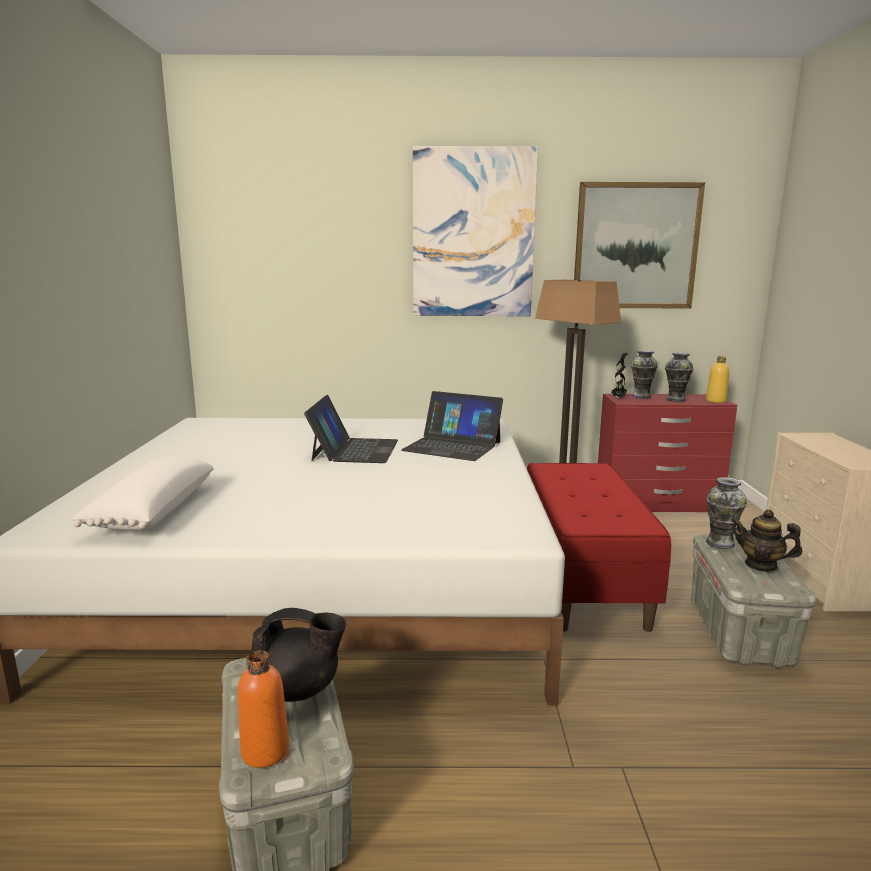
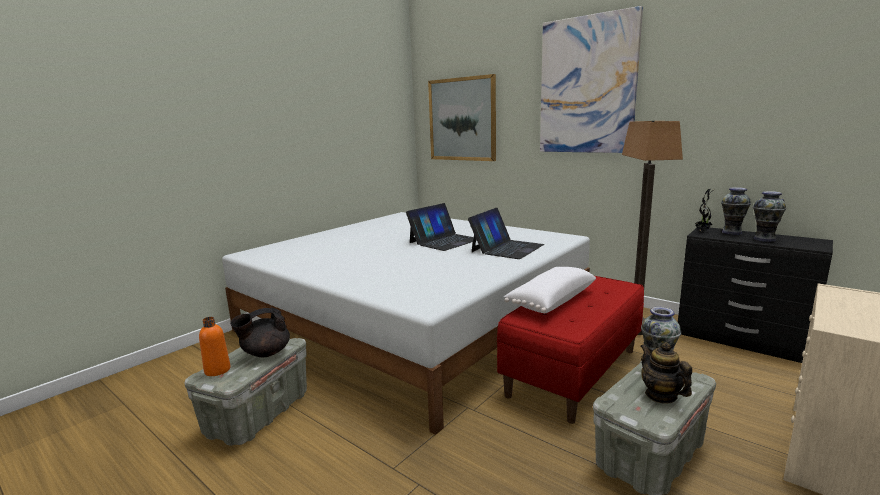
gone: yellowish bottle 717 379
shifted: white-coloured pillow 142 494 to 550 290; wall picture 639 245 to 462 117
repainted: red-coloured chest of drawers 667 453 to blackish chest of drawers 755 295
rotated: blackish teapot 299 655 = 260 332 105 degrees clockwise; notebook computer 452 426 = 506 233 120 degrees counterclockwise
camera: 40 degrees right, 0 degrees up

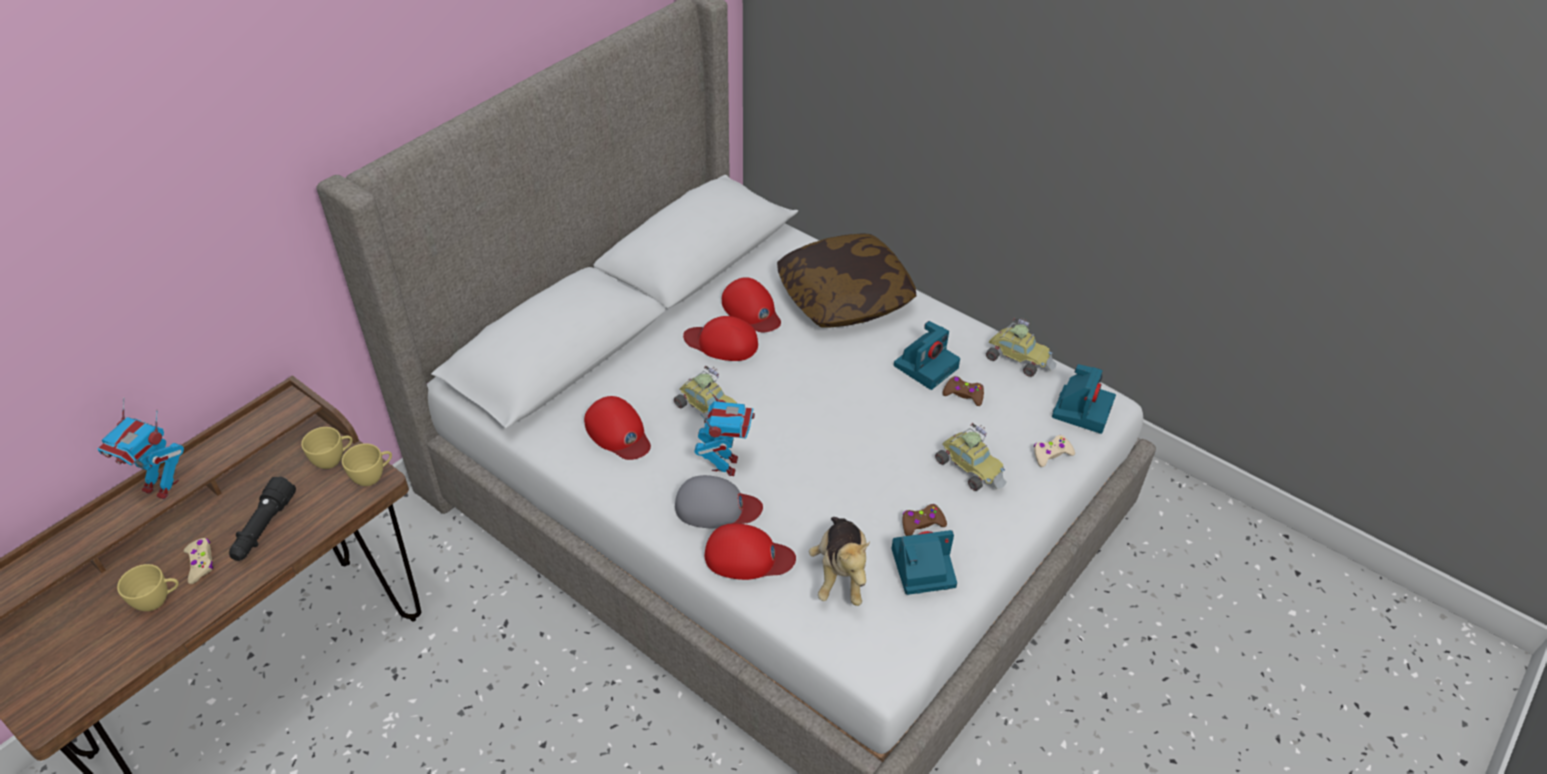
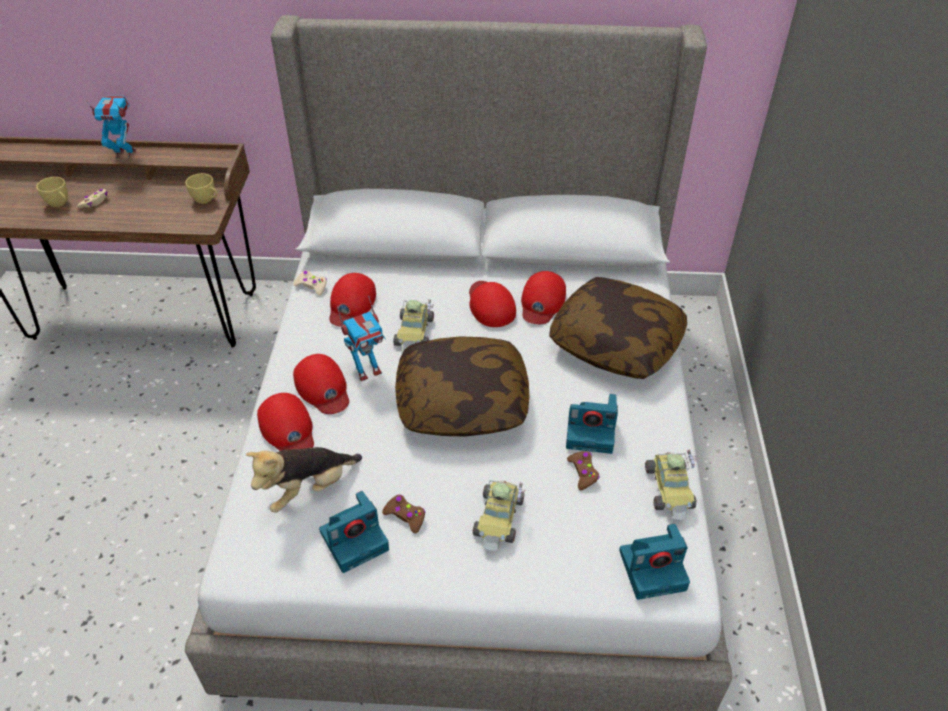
gone: blackish flashlight 262 518; yellowish drinking cup 367 464
new: pillow 462 386
shifted: beige gamepad 1054 451 to 310 283
repainted: gray peaked cap 719 502 to red-coloured peaked cap 321 384
rotated: model robot 140 448 = 111 127 105 degrees clockwise; still camera 924 562 = 354 532 105 degrees clockwise
camera: 55 degrees right, 0 degrees up

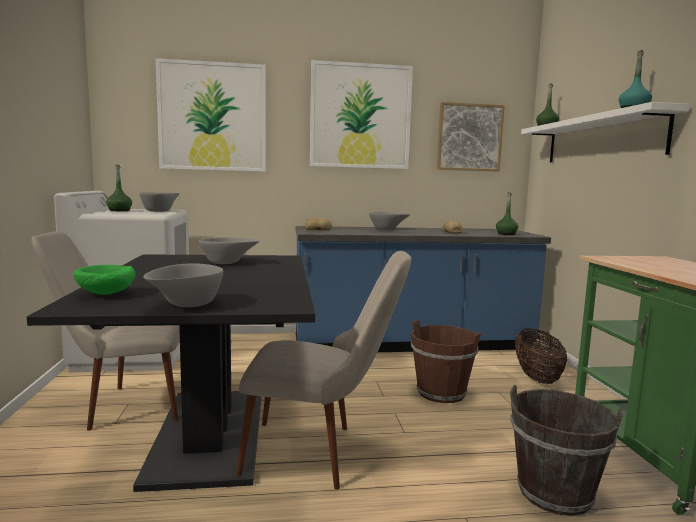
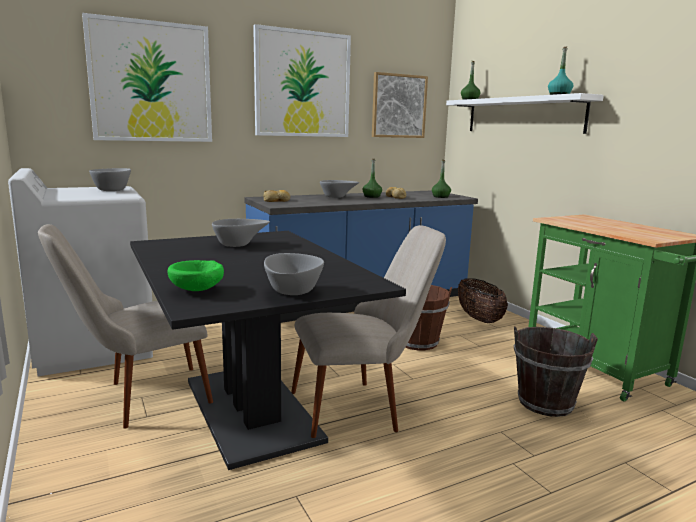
shifted: green bottle 119 188 to 372 178
camera: 20 degrees left, 5 degrees up

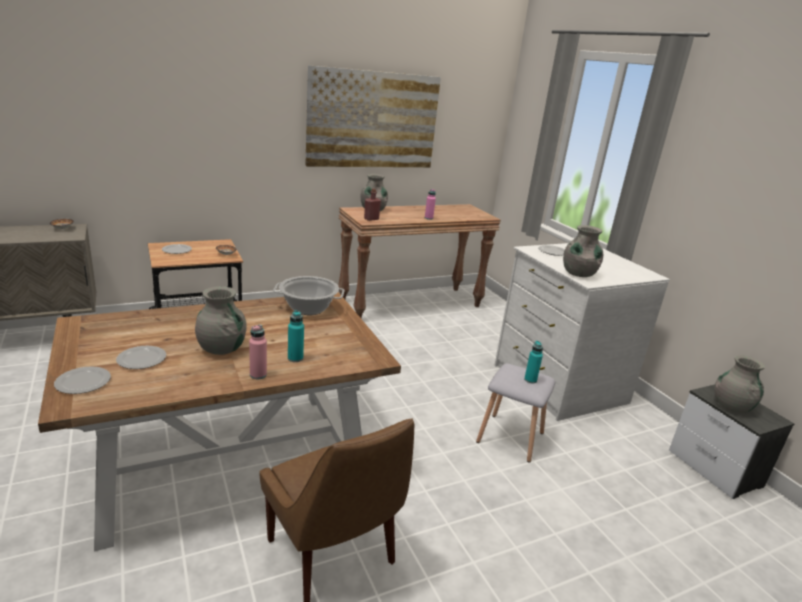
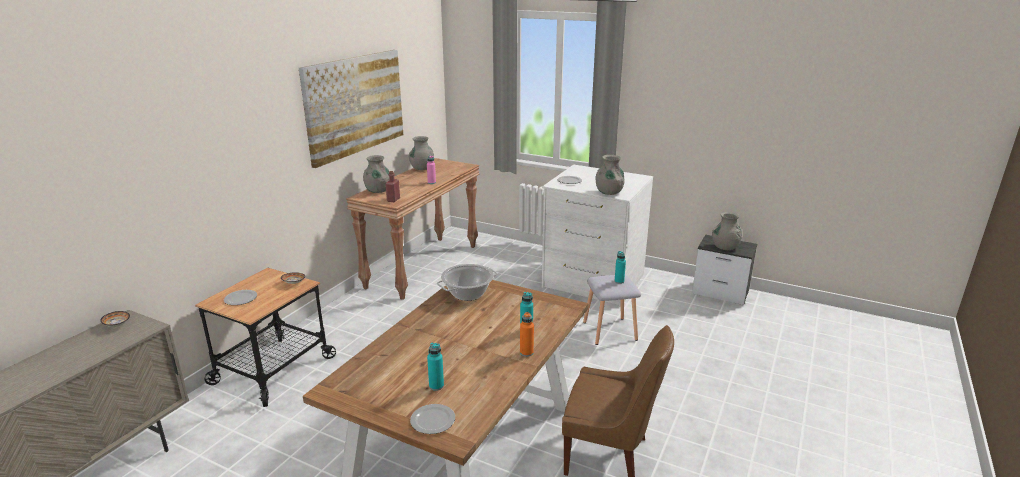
shifted: gray decorative vase 220 320 to 421 153
swapped: plate 141 357 to turquoise-coloured bottle 435 367
repainted: pinkish bottle 258 351 to orange-coloured bottle 527 334
camera: 35 degrees left, 0 degrees up

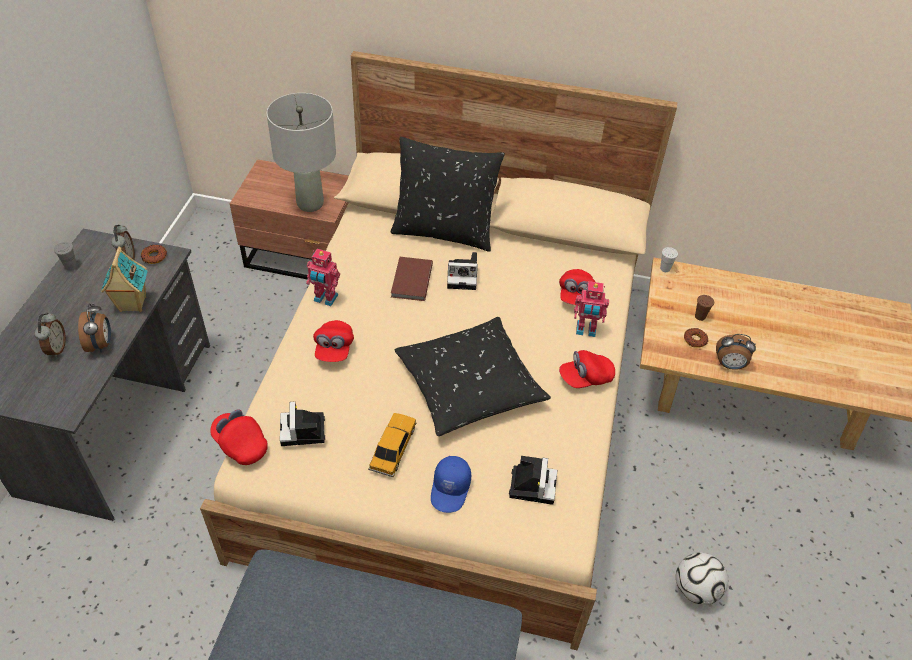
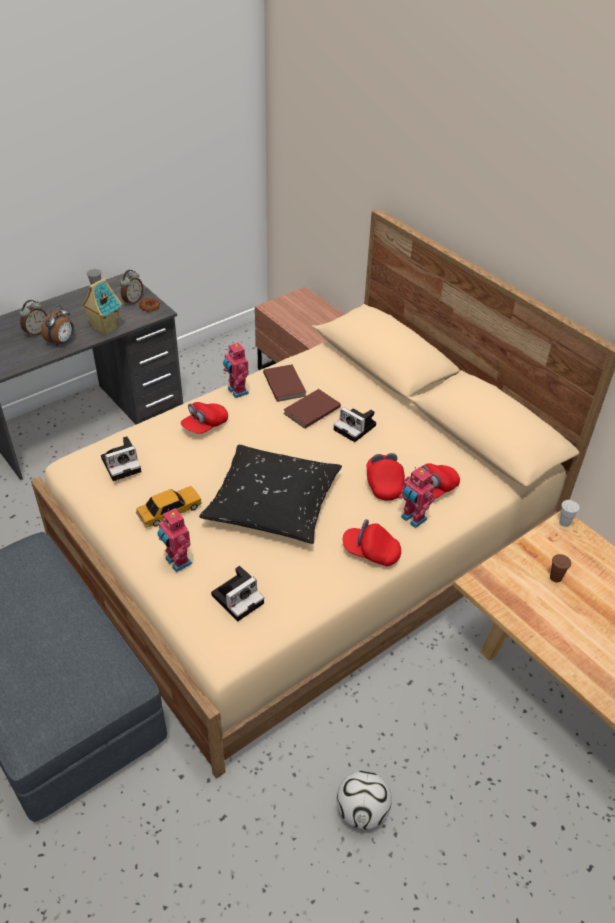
gone: gray tabletop lamp 301 152; blackish pillow 448 194; doughnut 696 338; alarm clock 736 352
new: brownish volume 284 383
shifted: red-coloured peaked cap 239 437 to 385 476
swapped: bluish peaked cap 451 484 to model robot 174 540
rotated: still camera 302 423 = 121 458 150 degrees counterclockwise
camera: 40 degrees right, 5 degrees down

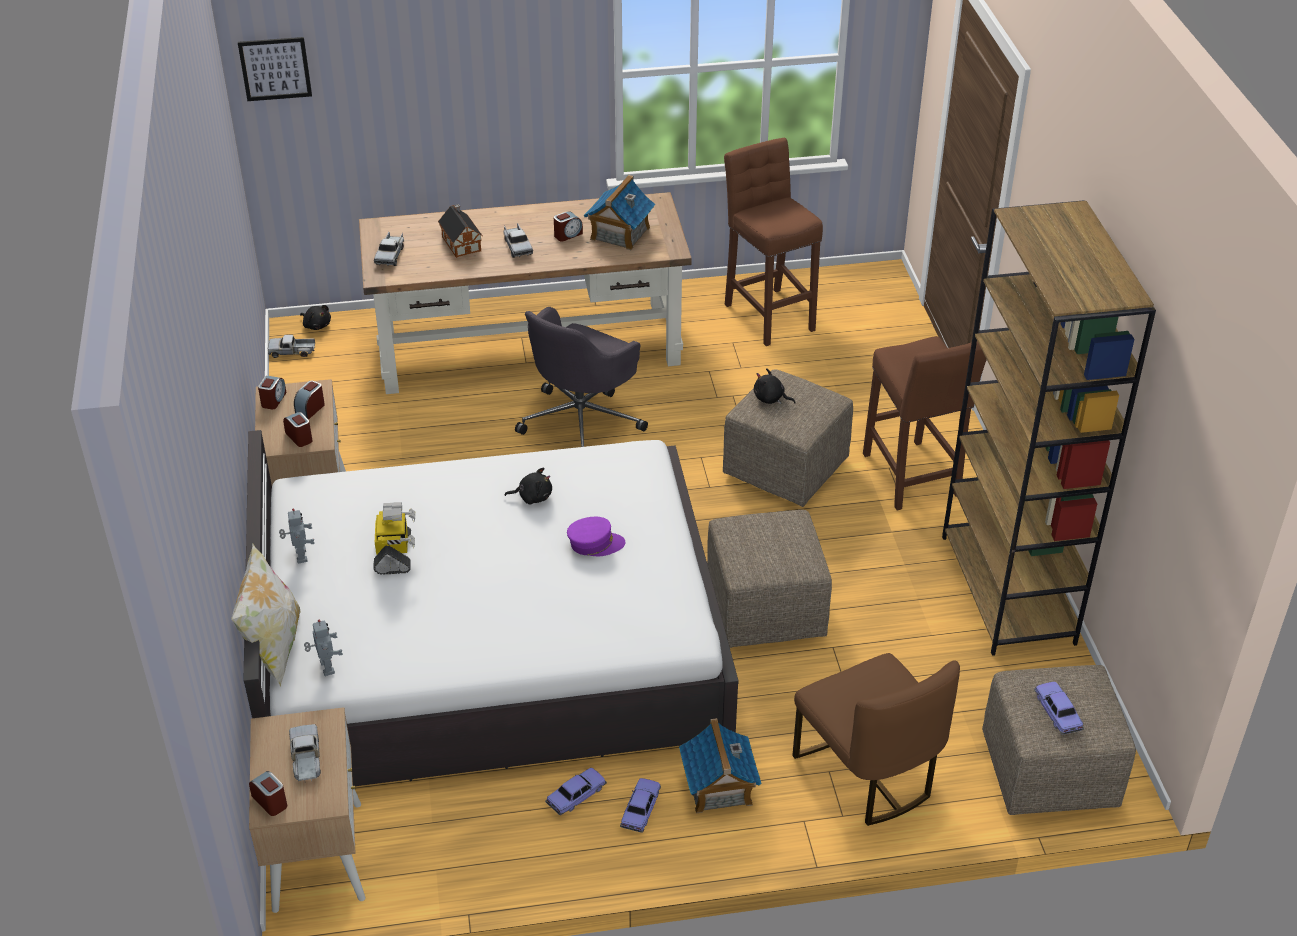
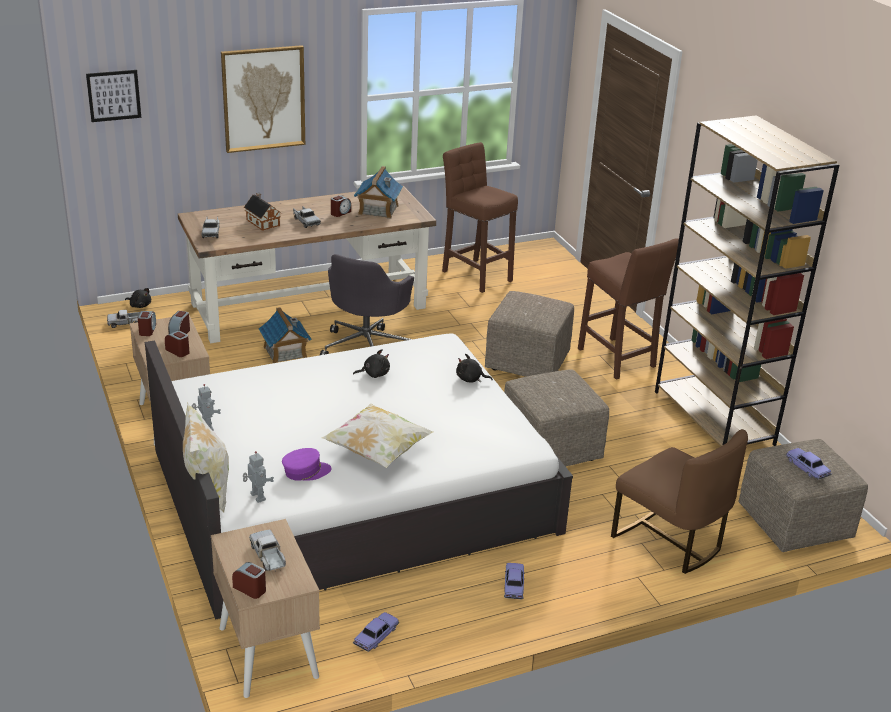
gone: model robot 394 538
new: wall picture 263 99; pillow 377 436
shifted: toy car 576 791 to 376 632; purplish peaked cap 596 536 to 307 464; toy house 720 765 to 285 335; blackish soft toy 775 386 to 474 368
camera: 15 degrees left, 10 degrees down

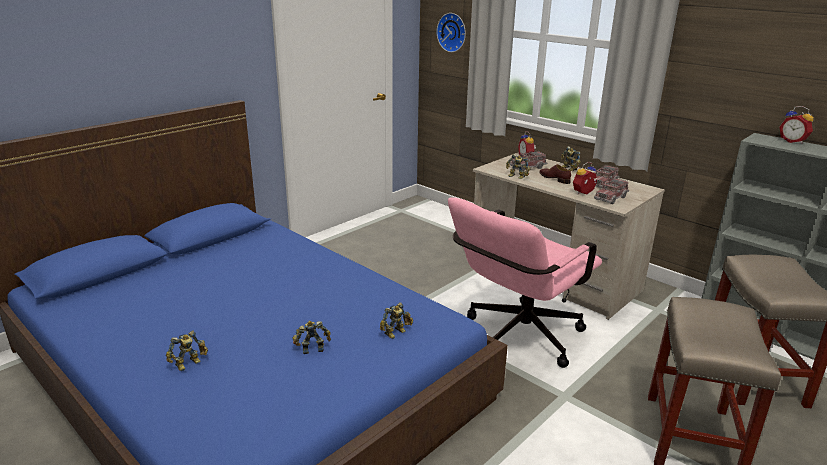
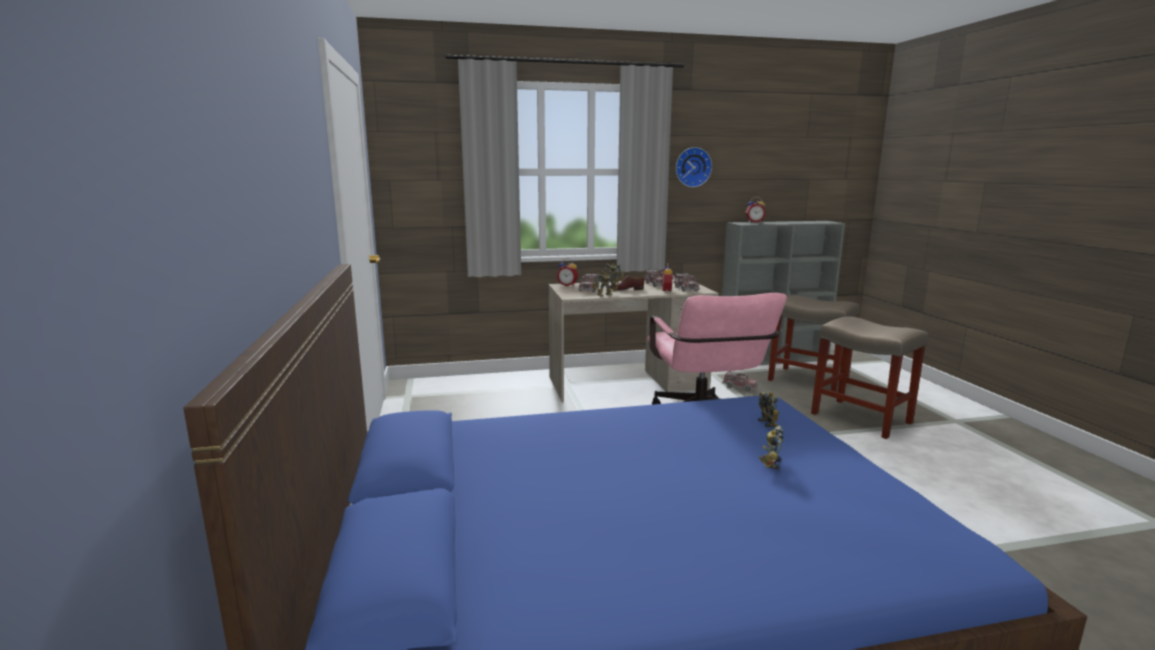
gone: model robot 187 350
new: model truck 740 381
shifted: wall clock 451 32 to 694 167
camera: 55 degrees left, 10 degrees down

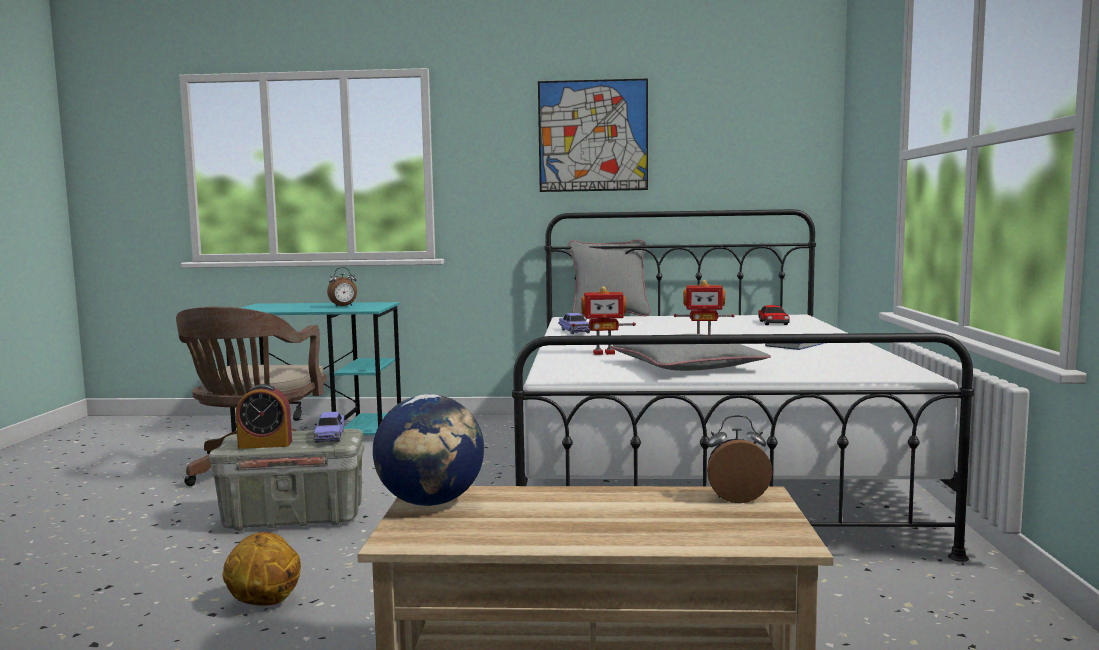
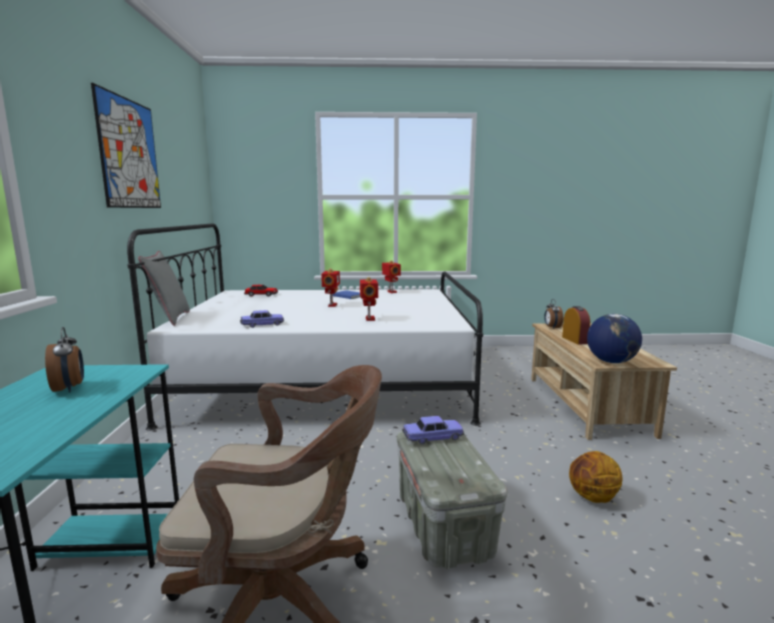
gone: gray pillow 691 352
new: model robot 391 276
shifted: alarm clock 264 416 to 576 325
camera: 95 degrees left, 5 degrees up

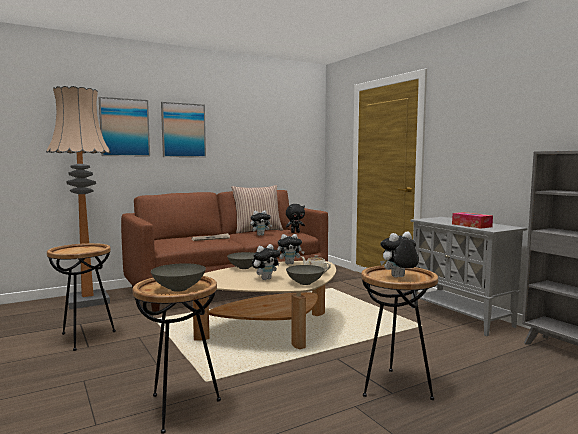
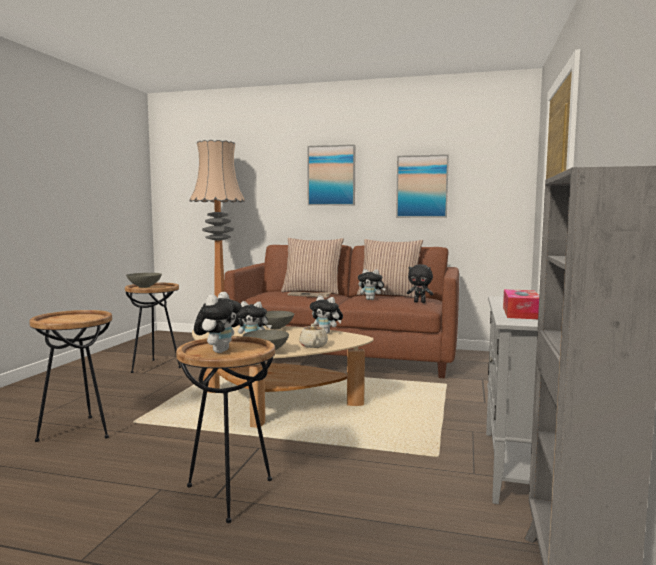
new: pillow 312 266
shifted: wall picture 124 126 to 422 186; gray serving bowl 178 277 to 144 280
rotated: soft toy 399 254 = 218 322 90 degrees clockwise
camera: 45 degrees right, 0 degrees up

